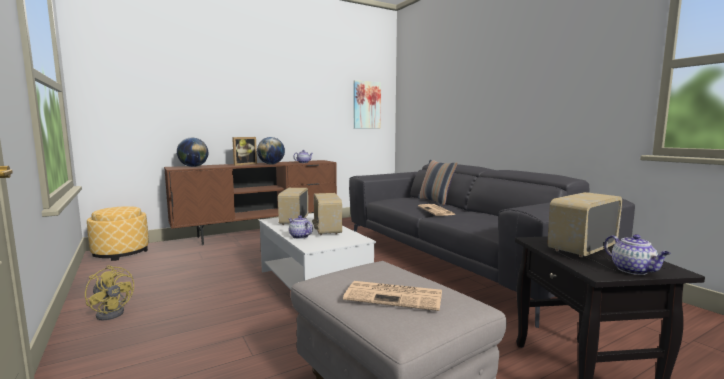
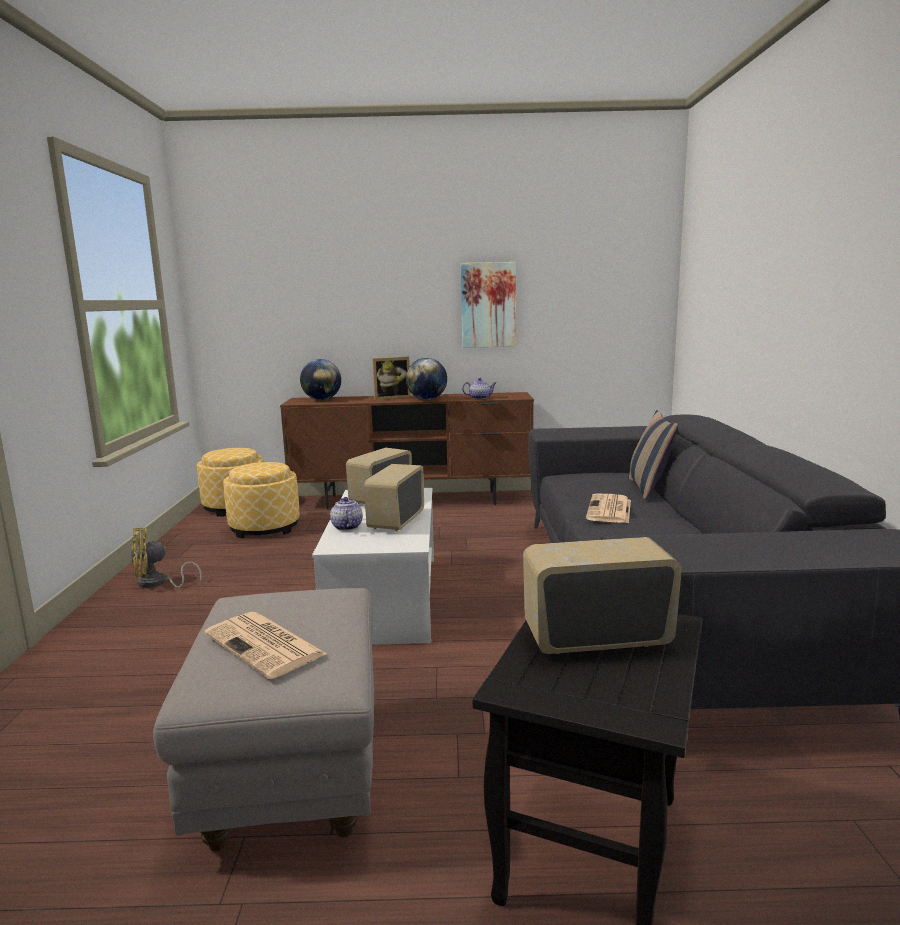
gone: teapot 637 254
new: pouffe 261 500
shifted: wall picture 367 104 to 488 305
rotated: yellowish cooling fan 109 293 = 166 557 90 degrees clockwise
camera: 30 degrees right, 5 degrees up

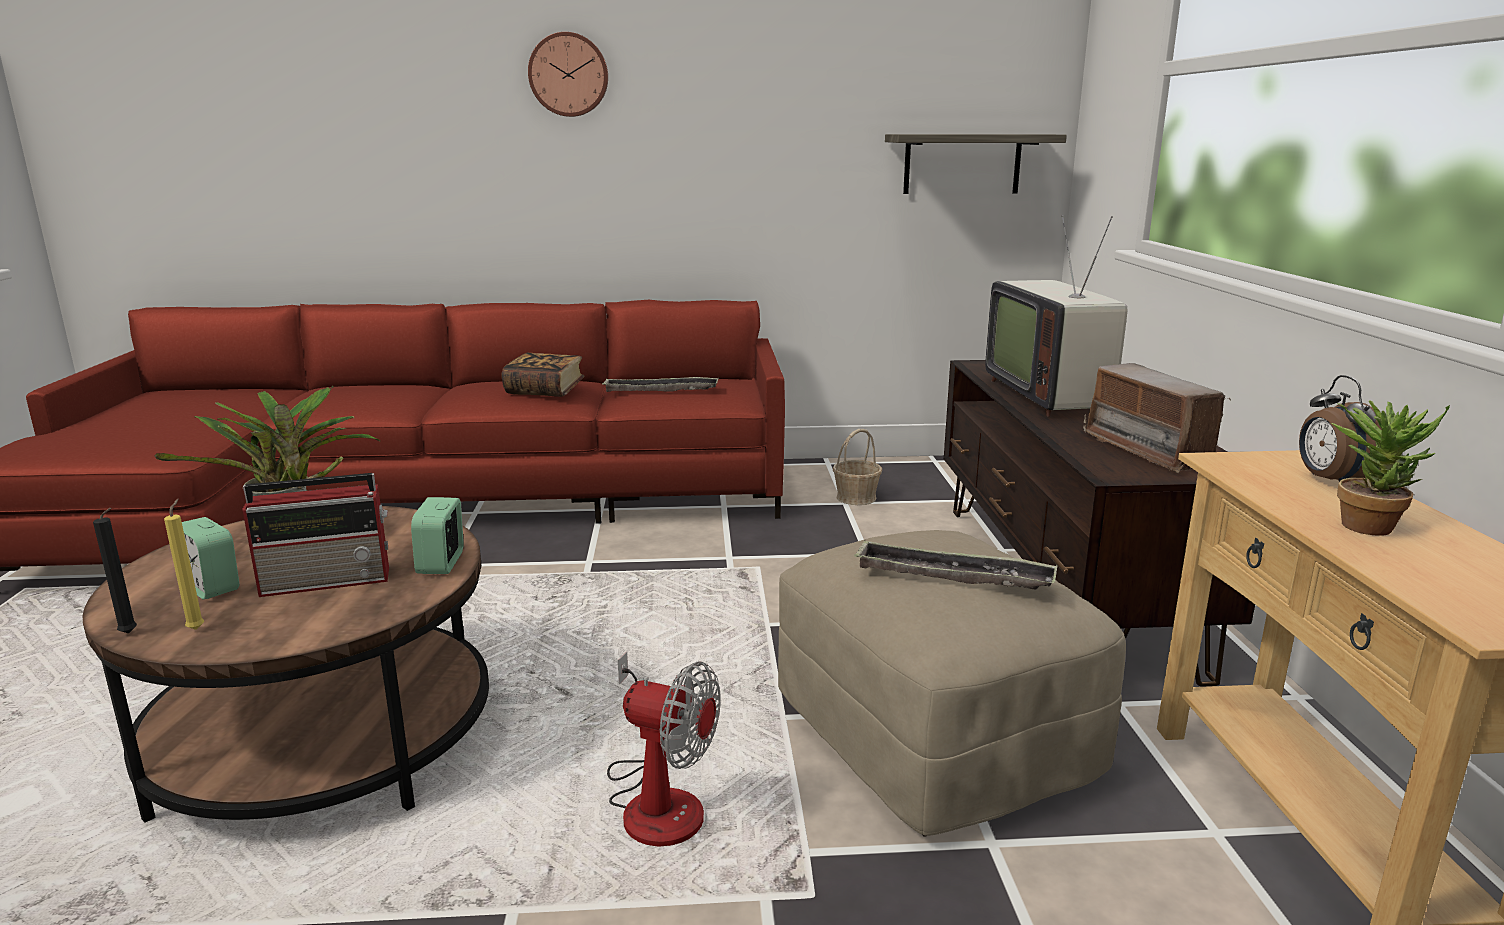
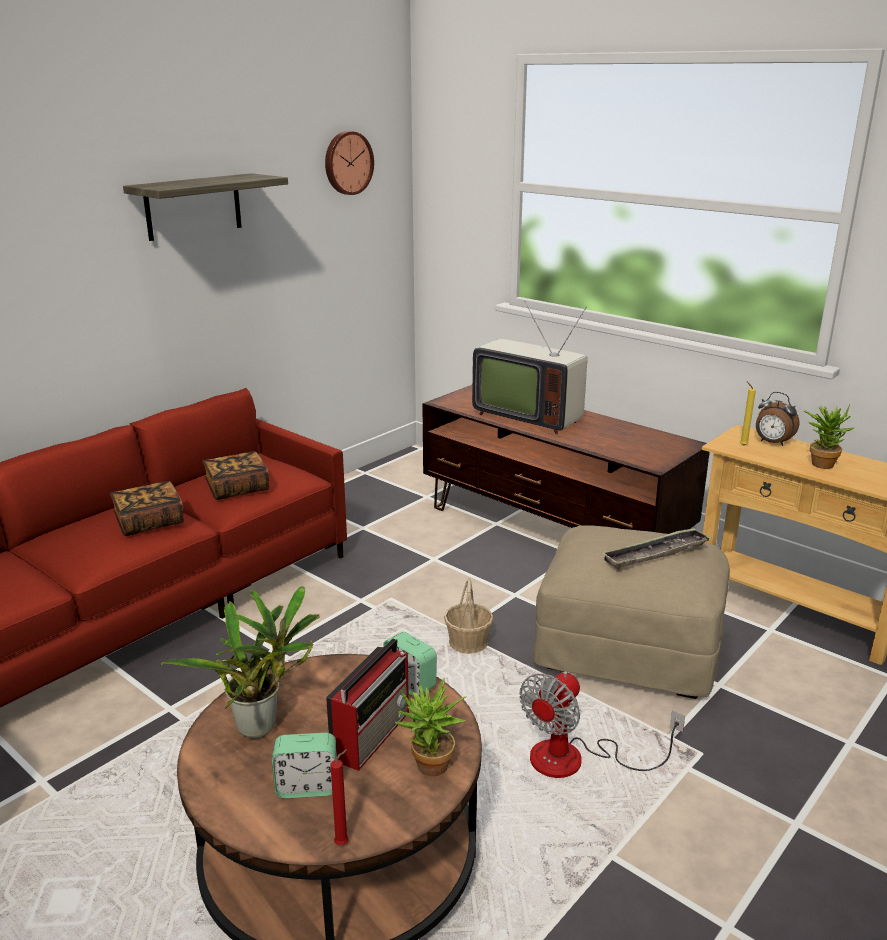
gone: radio receiver 1157 418
new: houseplant 431 727
shifted: yellowish wax light 184 564 to 748 413; wall clock 568 74 to 349 163; storage basket 857 467 to 468 616; shelf 976 164 to 205 207
swapped: carrying tray 660 384 to volume 236 475
repainted: blackish wax light 115 571 to red-coloured wax light 339 797
rotated: cooling fan 664 749 = 602 724 150 degrees clockwise
camera: 45 degrees left, 5 degrees up

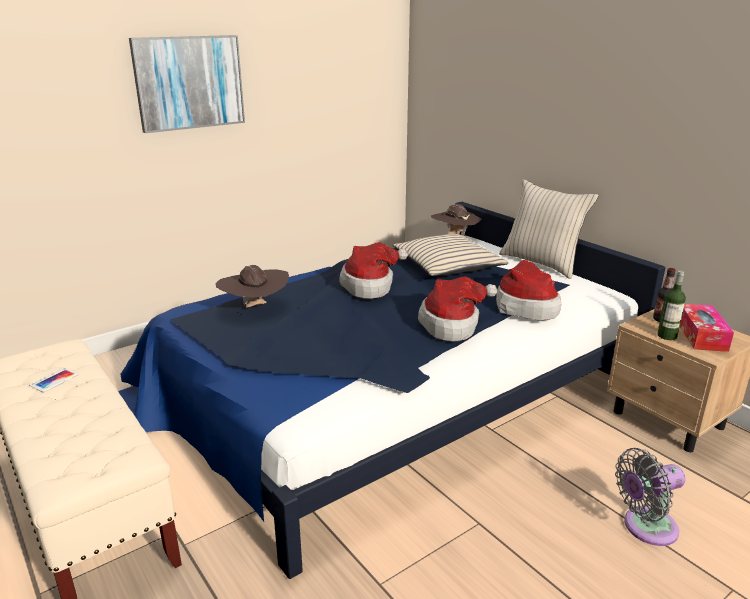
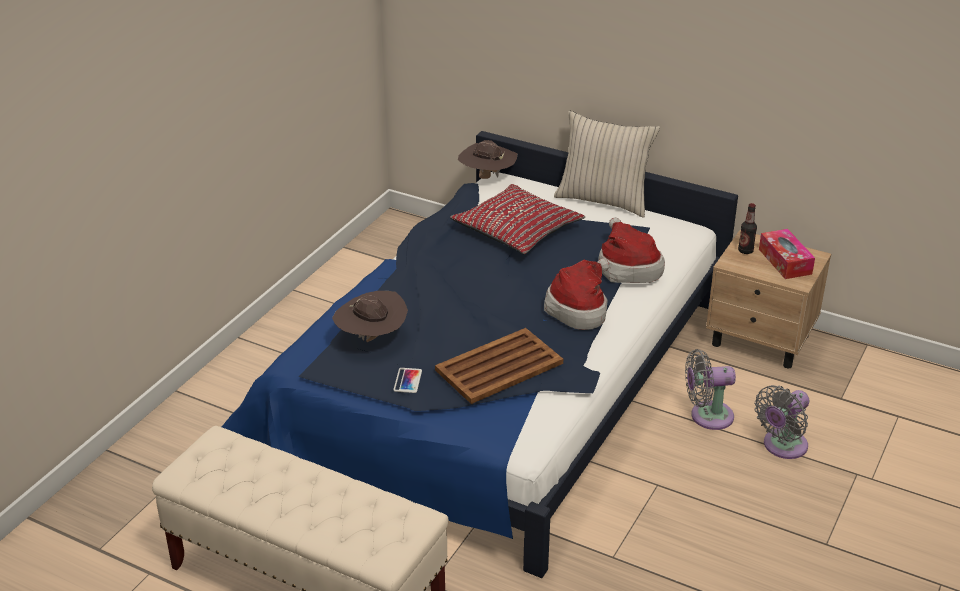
gone: wall picture 187 84; hat 374 270; bottle 671 305
new: brownish carrying tray 499 366; gray cooling fan 710 389
shifted: handset 53 379 to 407 380
repainted: beige pillow 450 255 to red-coloured pillow 517 219
camera: 25 degrees left, 10 degrees up

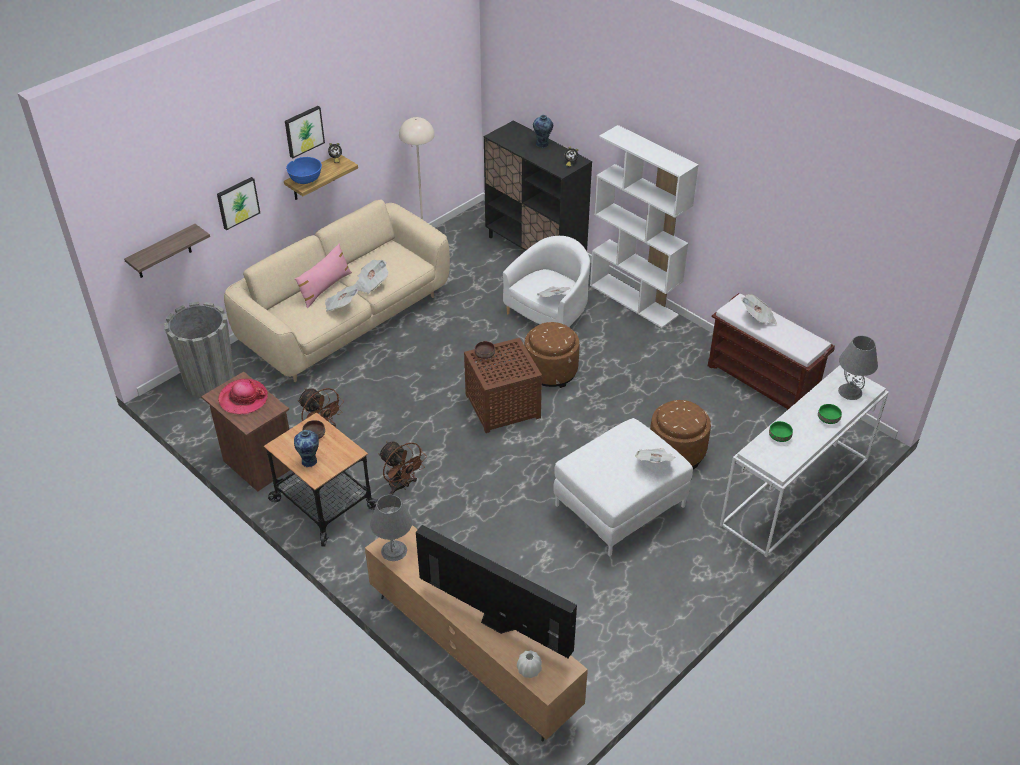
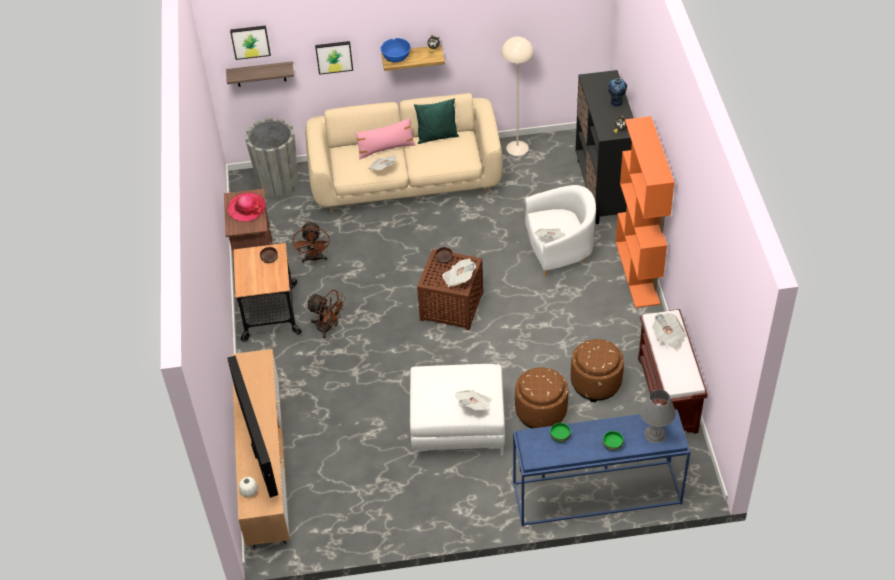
gone: decorative vase 306 448; gray tabletop lamp 391 527
new: green pillow 436 121
shifted: wall picture 305 132 to 250 42; newspaper 371 277 to 459 273; brownish pouffe 552 355 to 597 370
repainted: white-coloured bookshelf 644 226 to orange-coloured bookshelf 645 212; white-coloured console table 804 461 to bluish console table 601 467
rotated: brownish cooling fan 402 468 = 325 314 60 degrees counterclockwise
camera: 40 degrees right, 5 degrees up

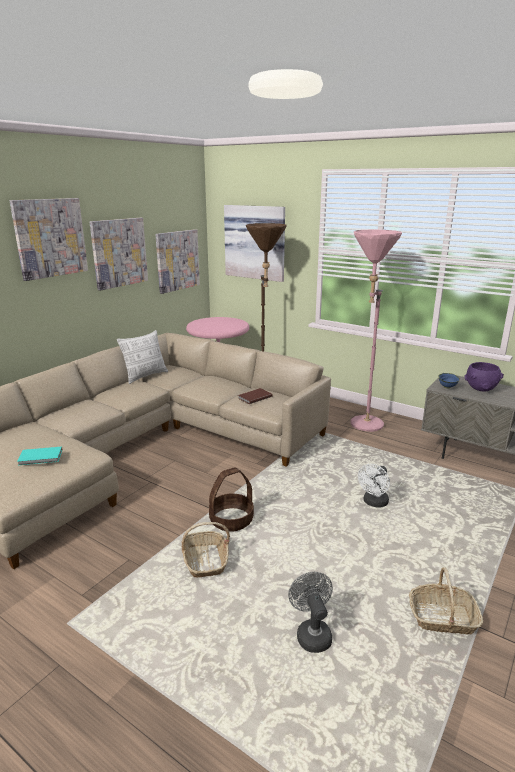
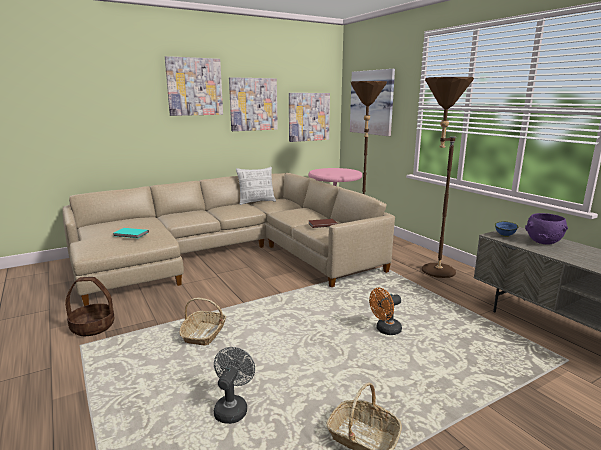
shifted: storage basket 231 499 to 89 306
repainted: pinkish standing lamp 376 331 to brownish standing lamp 448 177; white-coloured cooling fan 374 486 to orange-coloured cooling fan 385 311
camera: 25 degrees right, 5 degrees down

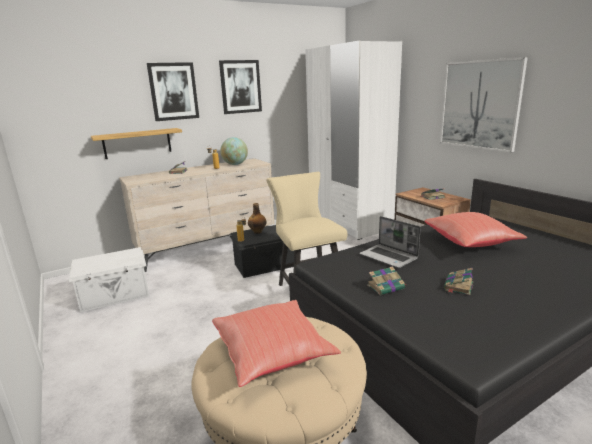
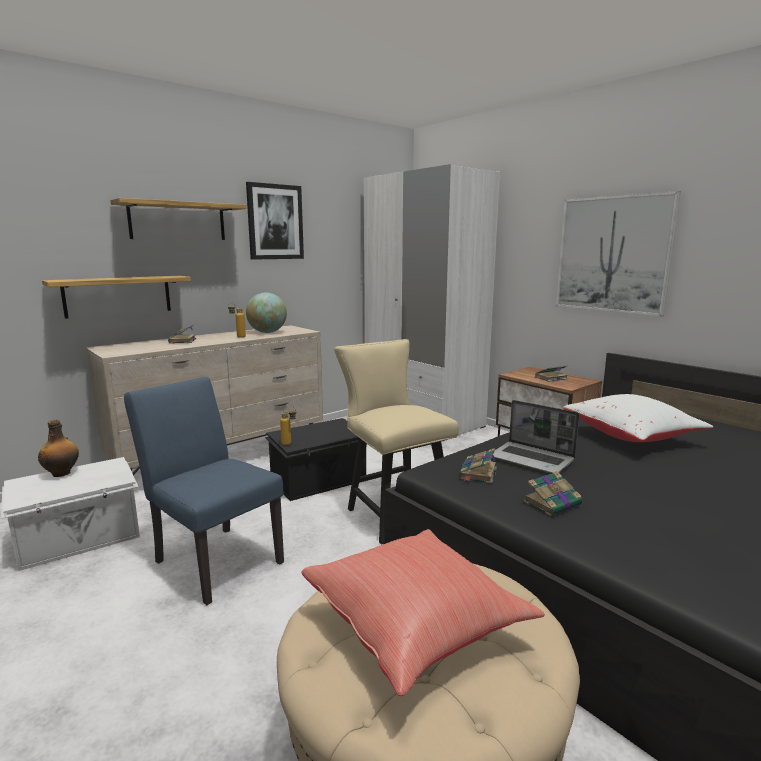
new: bluish chair 204 491
shifted: bottle 257 218 to 58 448; volume 458 281 to 478 466
swapped: wall picture 173 91 to shelf 178 219
repainted: red-coloured pillow 476 229 to white-coloured pillow 638 418
camera: 10 degrees left, 5 degrees down

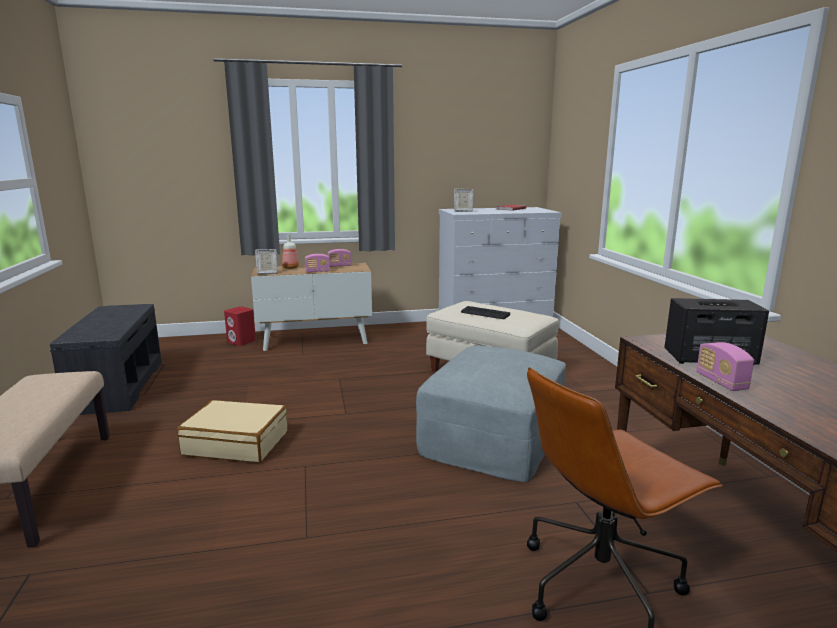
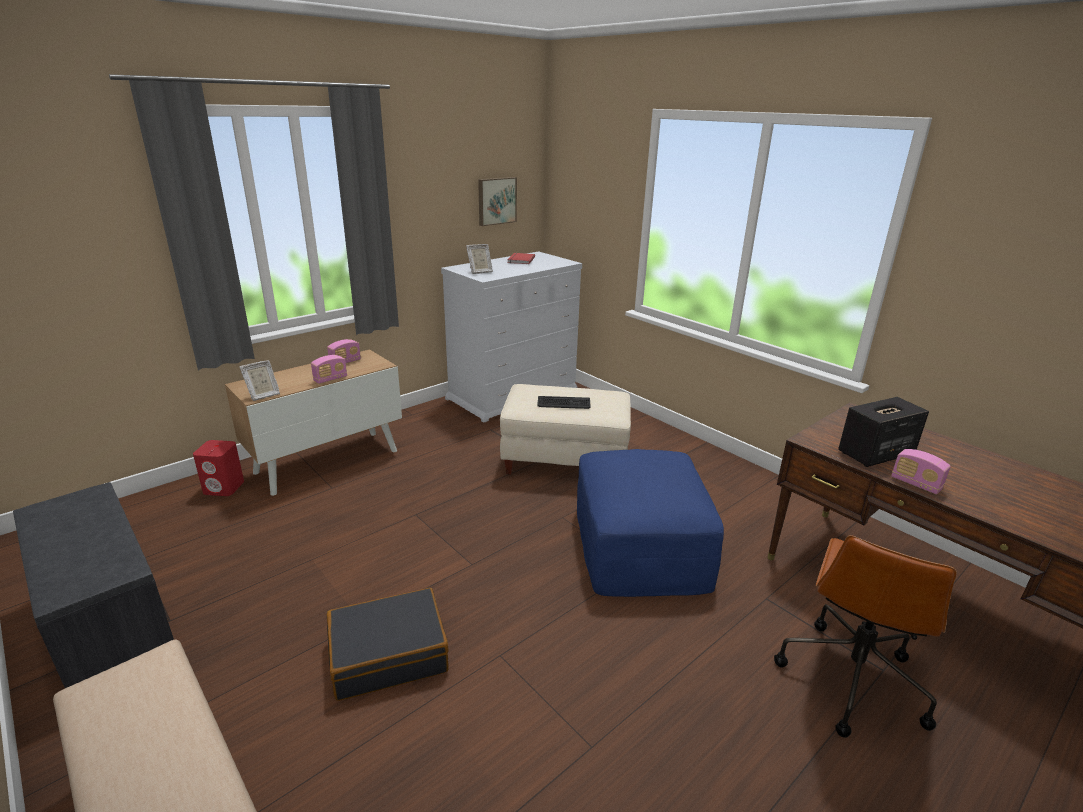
gone: bottle 290 251
new: wall picture 497 201
repainted: beige piece of luggage 232 431 to blackish piece of luggage 388 644; gray pouffe 491 413 to bluish pouffe 650 523
camera: 30 degrees left, 10 degrees up

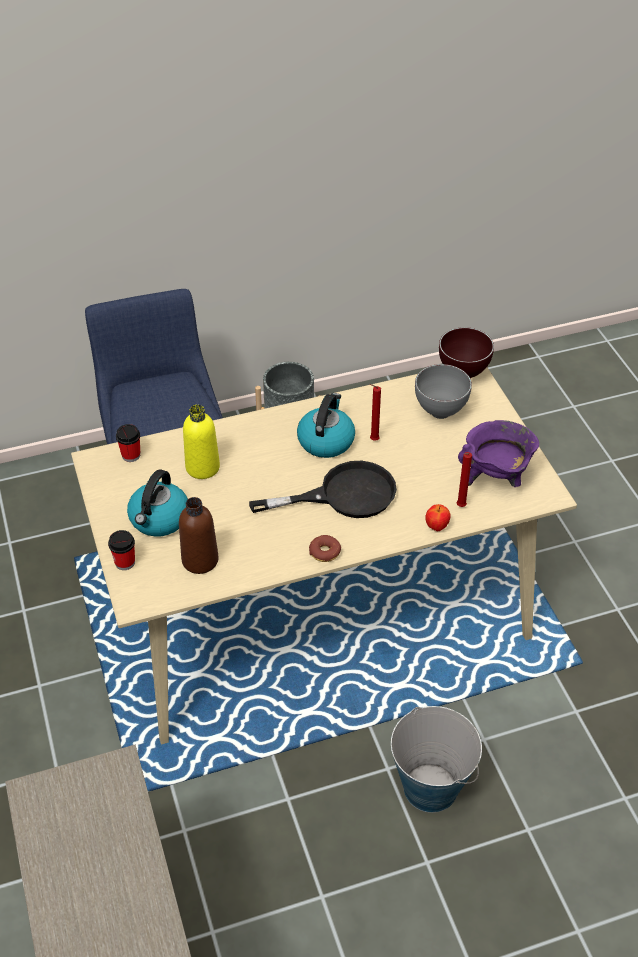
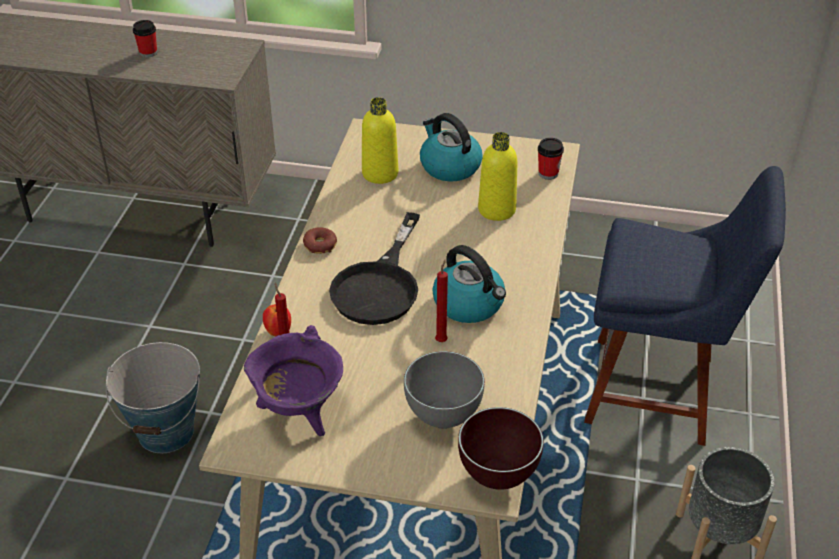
shifted: drinking cup 121 550 to 145 39
repainted: brownish bottle 199 535 to yellowish bottle 380 140
camera: 120 degrees right, 5 degrees down

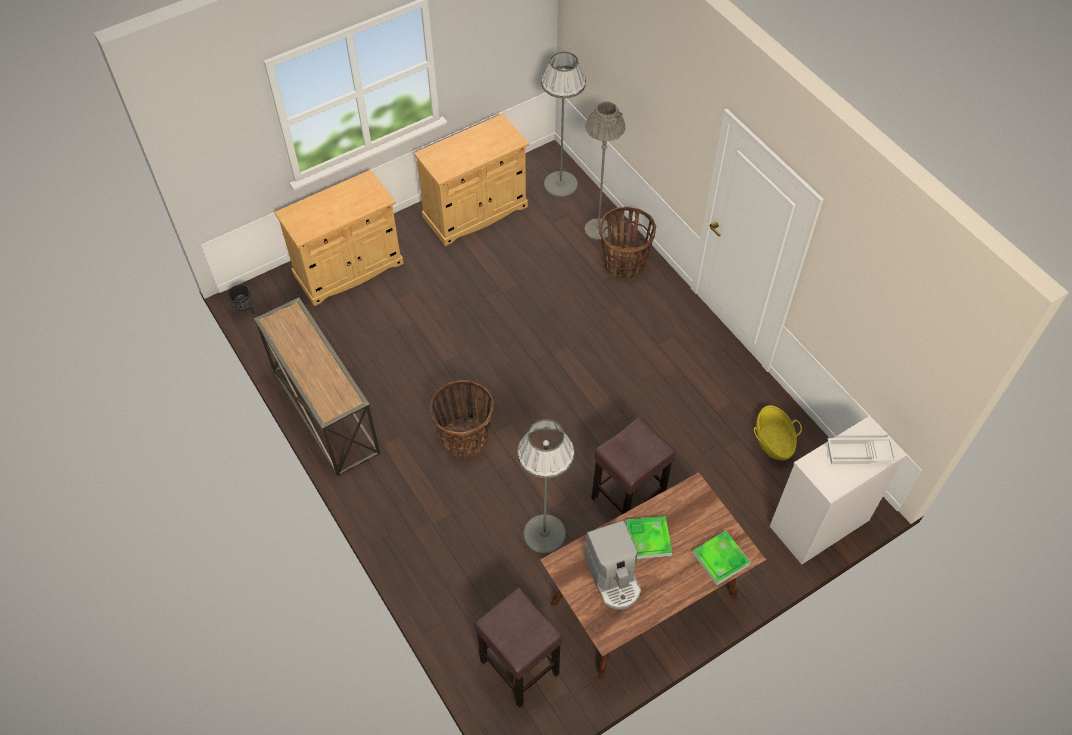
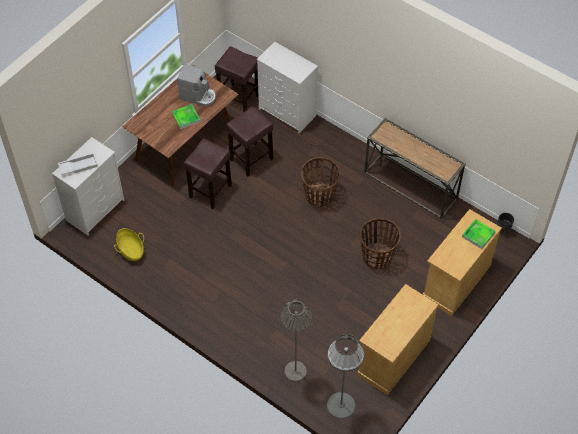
new: white-coloured chest of drawers 287 87
shifted: storage basket 627 242 to 380 243; carrying tray 722 558 to 478 234
swapped: gray standing lamp 546 486 to brownish stool seat 249 141
rotated: coffee machine 613 565 = 196 85 150 degrees clockwise
camera: 160 degrees right, 0 degrees up

